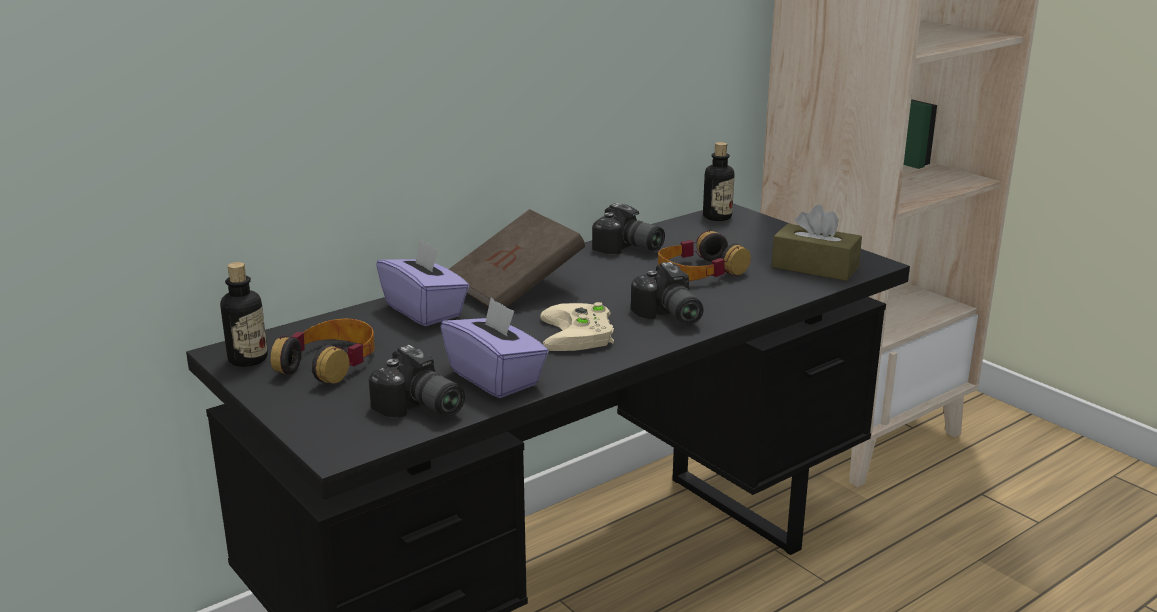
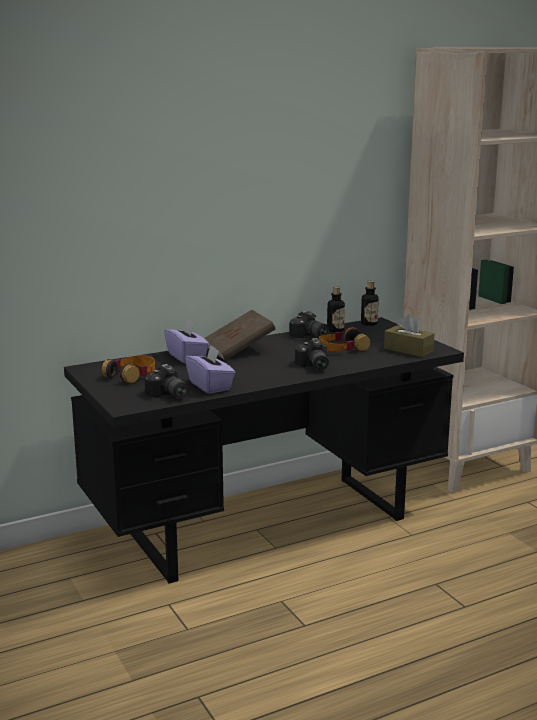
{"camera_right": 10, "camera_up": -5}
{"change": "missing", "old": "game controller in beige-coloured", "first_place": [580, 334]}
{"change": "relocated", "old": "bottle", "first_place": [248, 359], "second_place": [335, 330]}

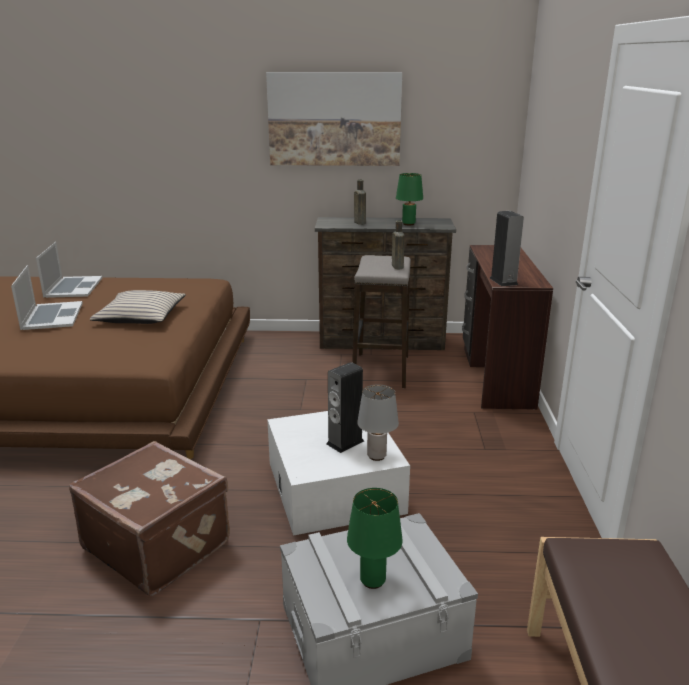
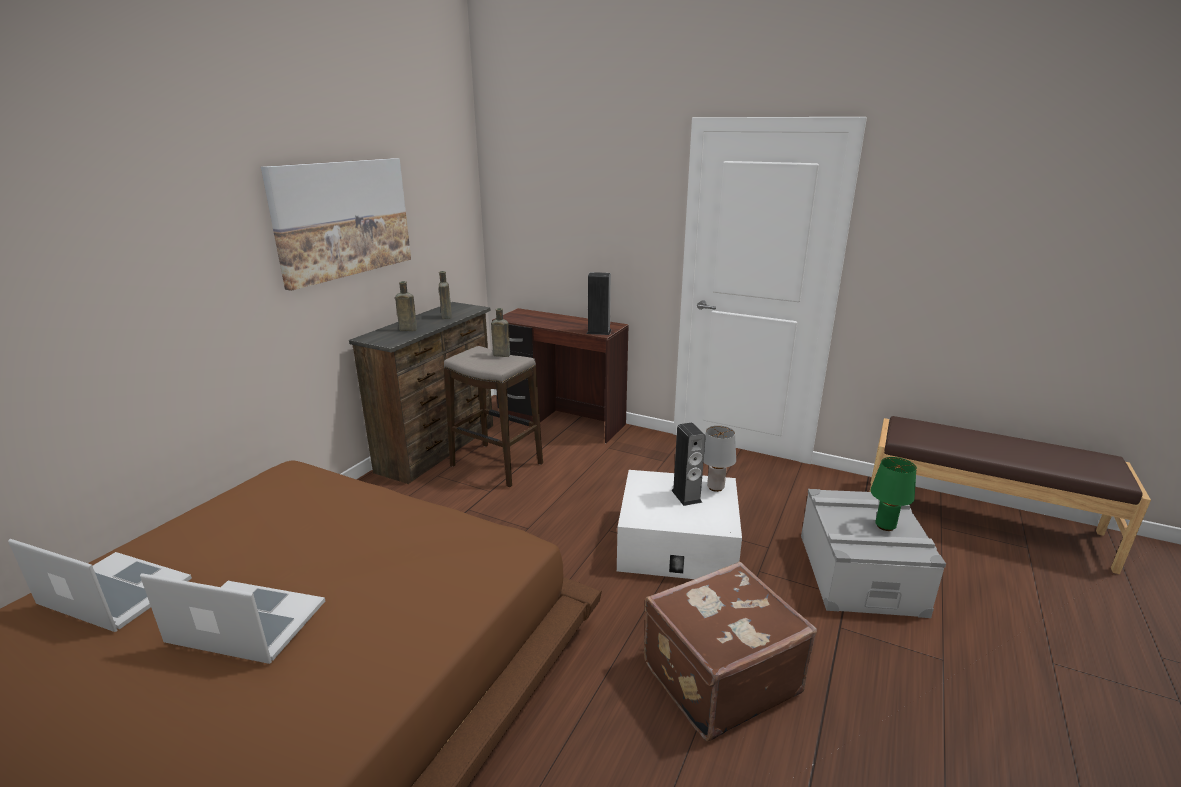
{"camera_right": -65, "camera_up": 0}
{"change": "missing", "old": "cushion in beige-coloured", "first_place": [140, 317]}
{"change": "exchanged", "old": "lamp for a table in greenish", "new": "bottle in brownish", "first_place": [408, 224], "second_place": [446, 316]}

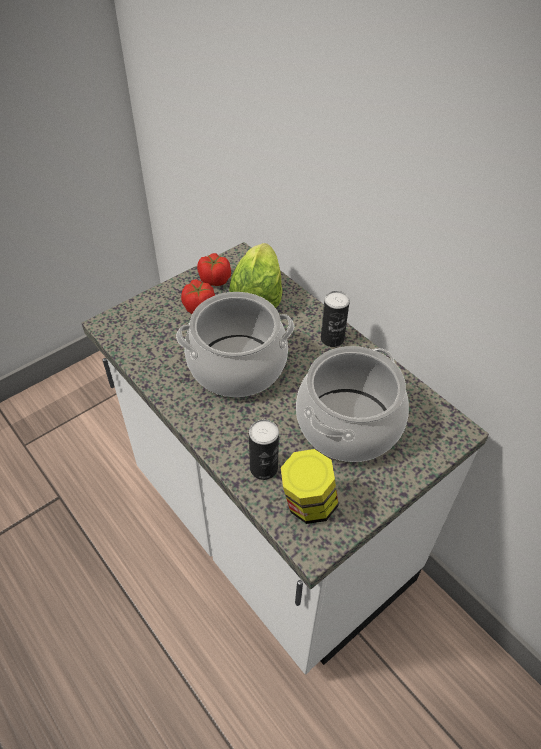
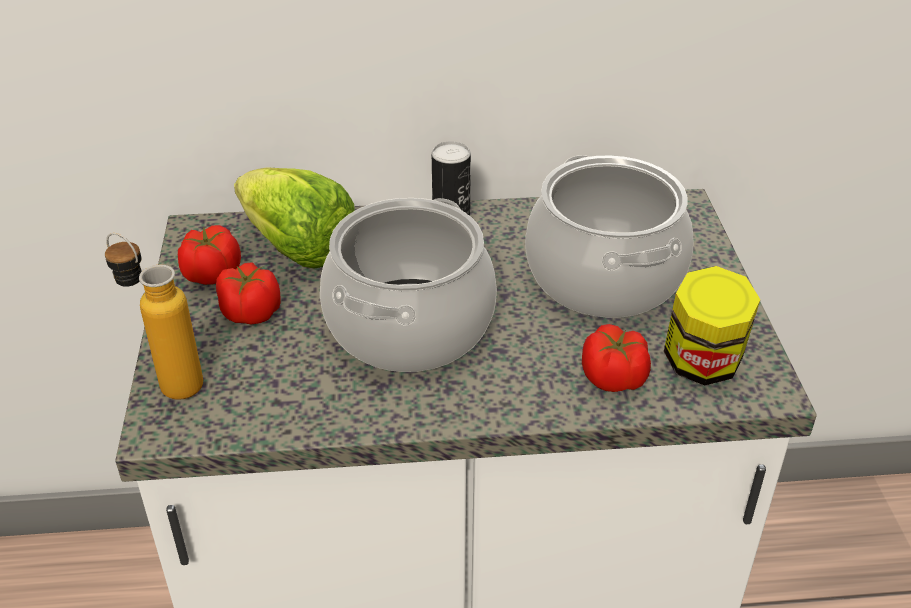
{"camera_right": -55, "camera_up": -10}
{"change": "appeared", "new": "bottle", "second_place": [168, 380]}
{"change": "exchanged", "old": "metal can", "new": "fresh tomato", "first_place": [263, 468], "second_place": [614, 379]}

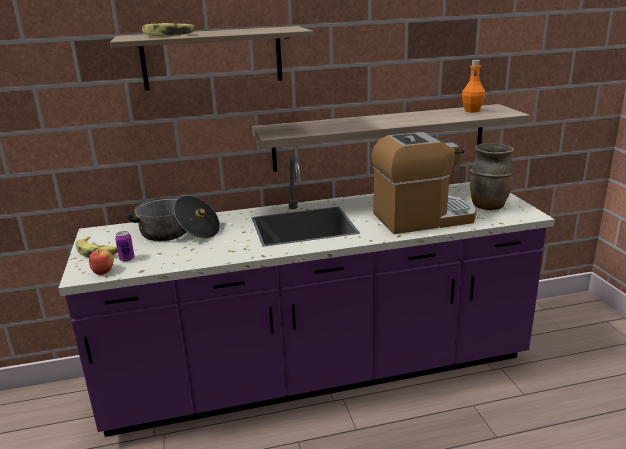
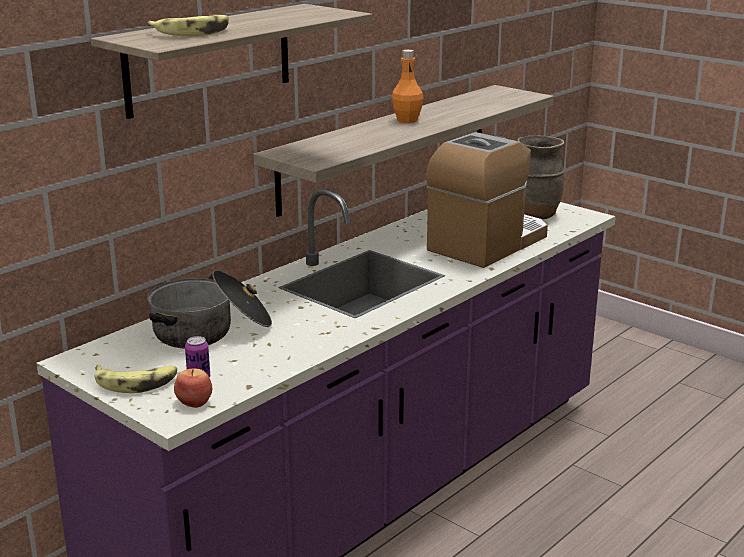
{"camera_right": -35, "camera_up": 0}
{"change": "relocated", "old": "bottle in orange-coloured", "first_place": [472, 111], "second_place": [407, 120]}

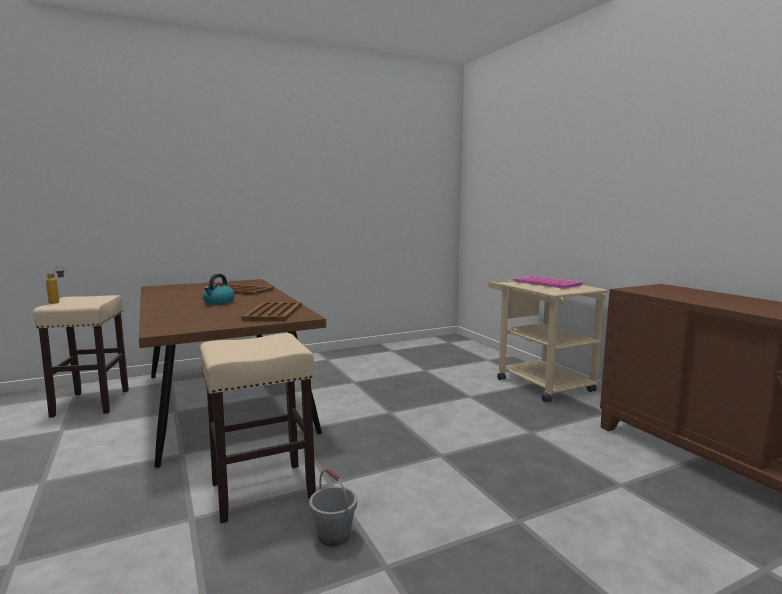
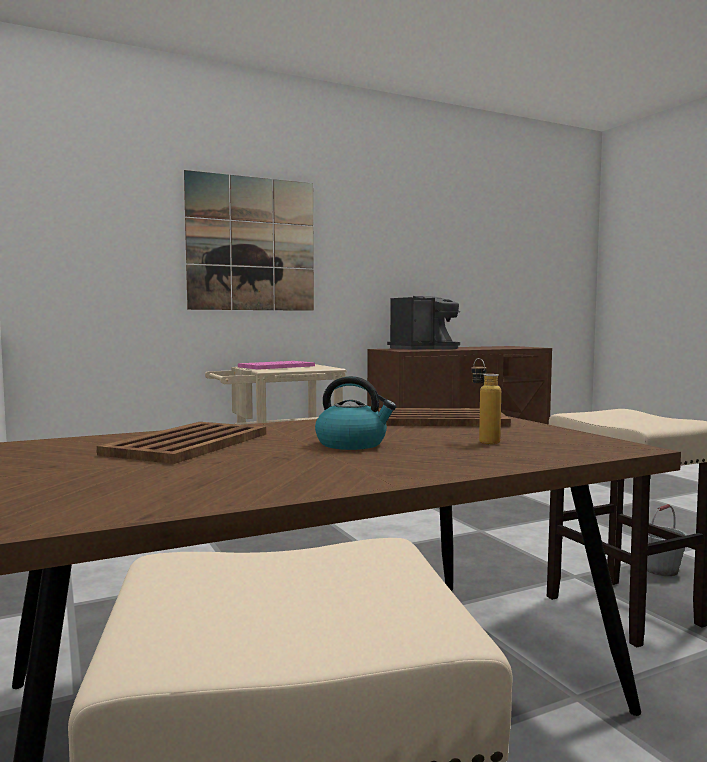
{"camera_right": -90, "camera_up": -5}
{"change": "appeared", "new": "wall art", "second_place": [251, 244]}
{"change": "appeared", "new": "coffee brewer", "second_place": [425, 348]}
{"change": "relocated", "old": "bottle", "first_place": [58, 302], "second_place": [484, 441]}

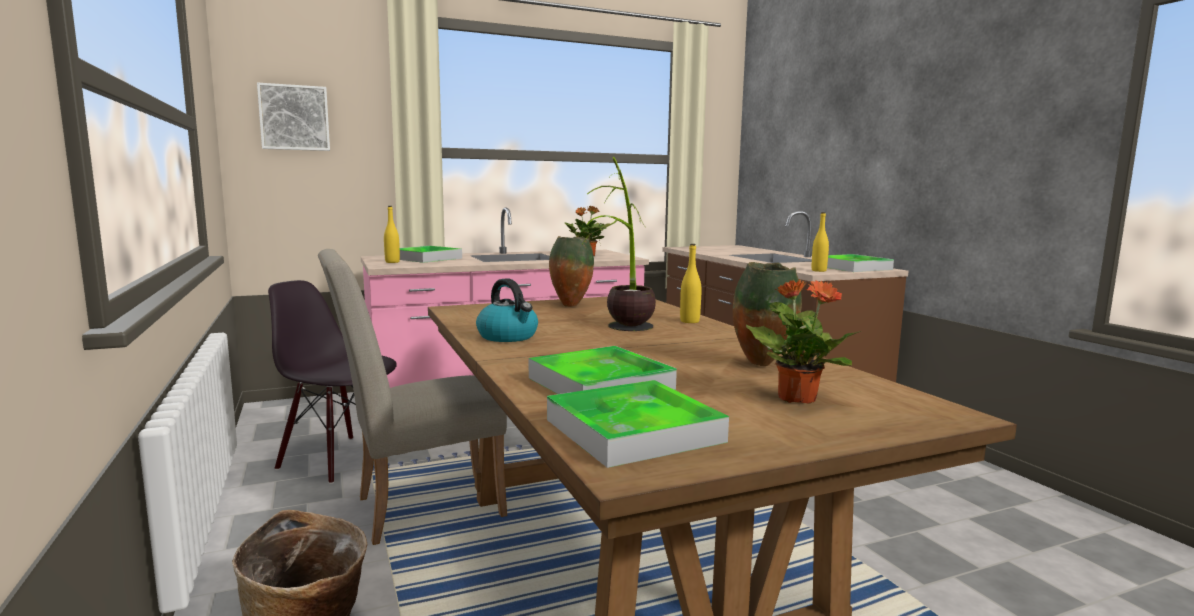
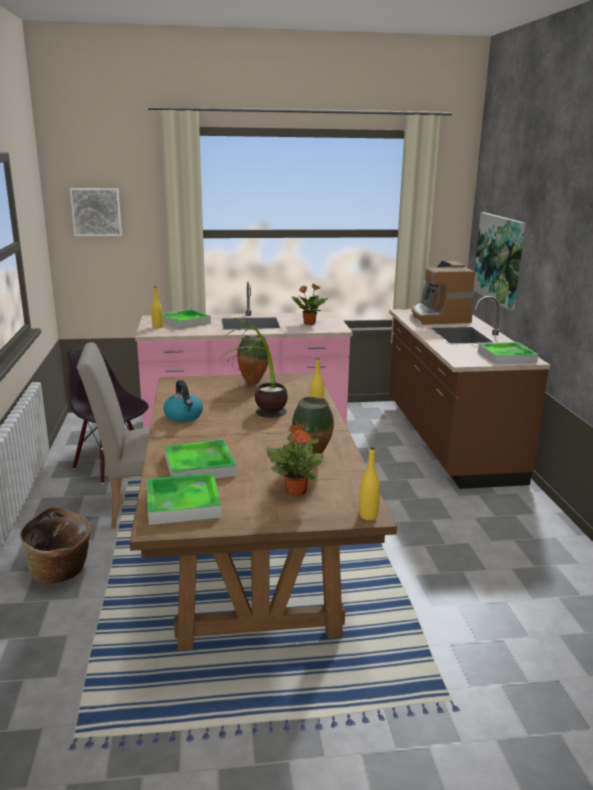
{"camera_right": 15, "camera_up": 10}
{"change": "appeared", "new": "coffee brewer", "second_place": [437, 317]}
{"change": "appeared", "new": "wall art", "second_place": [499, 259]}
{"change": "relocated", "old": "bottle in yellow", "first_place": [818, 270], "second_place": [368, 516]}

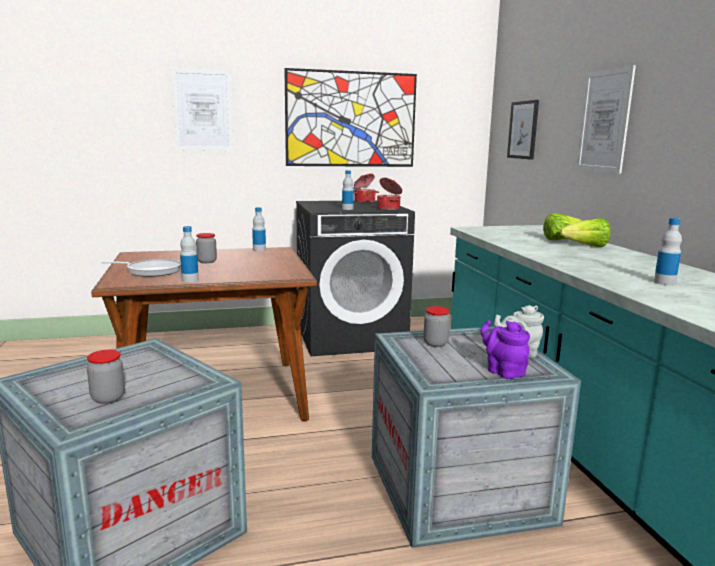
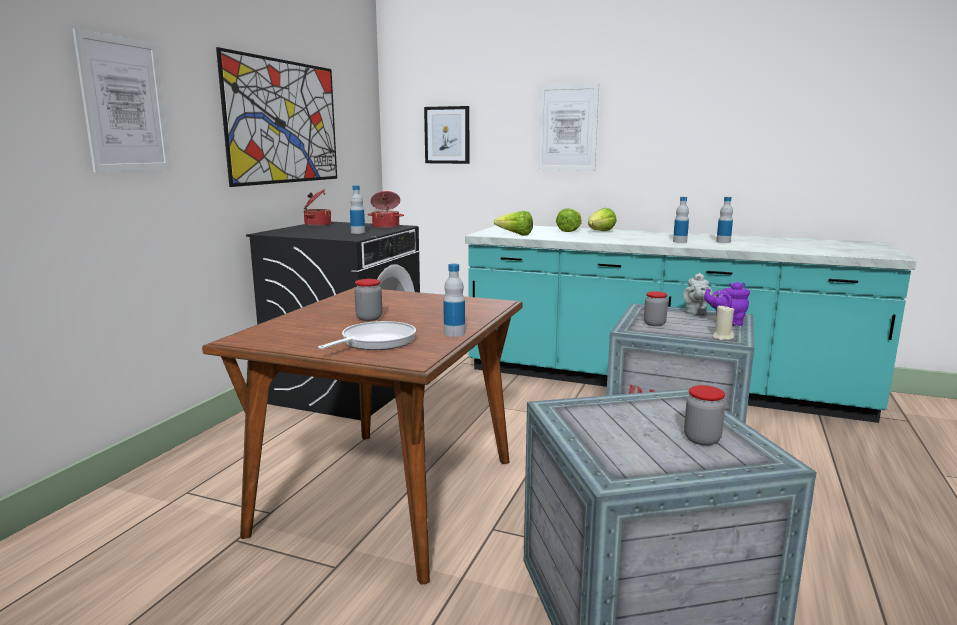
{"camera_right": -55, "camera_up": 0}
{"change": "appeared", "new": "lettuce", "second_place": [515, 235]}
{"change": "appeared", "new": "wax light in beige-coloured", "second_place": [722, 337]}
{"change": "relocated", "old": "bottle", "first_place": [259, 250], "second_place": [680, 242]}

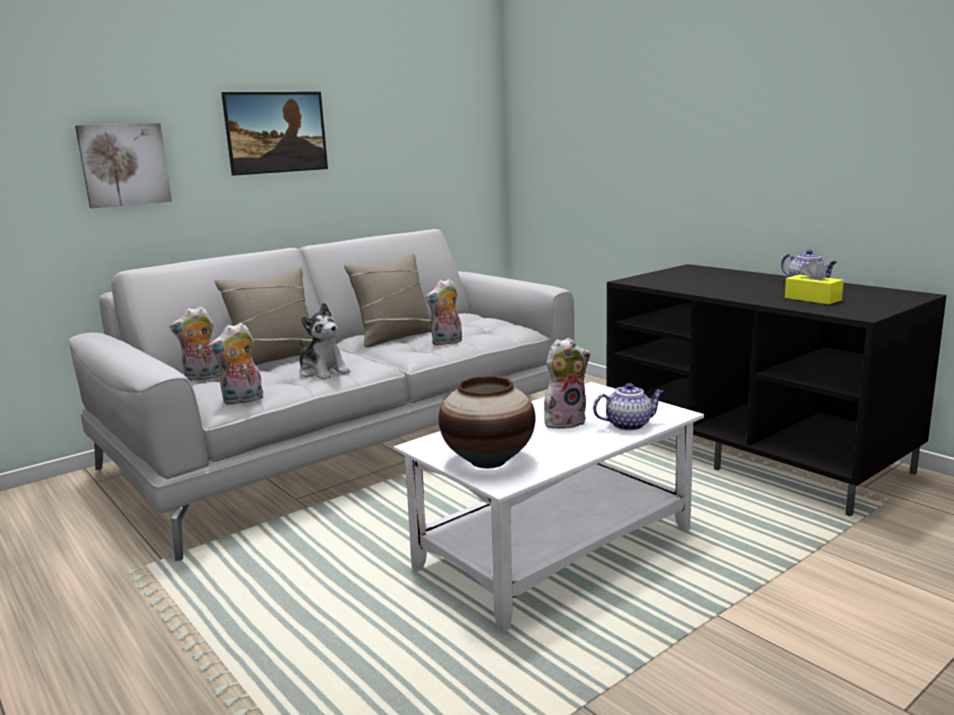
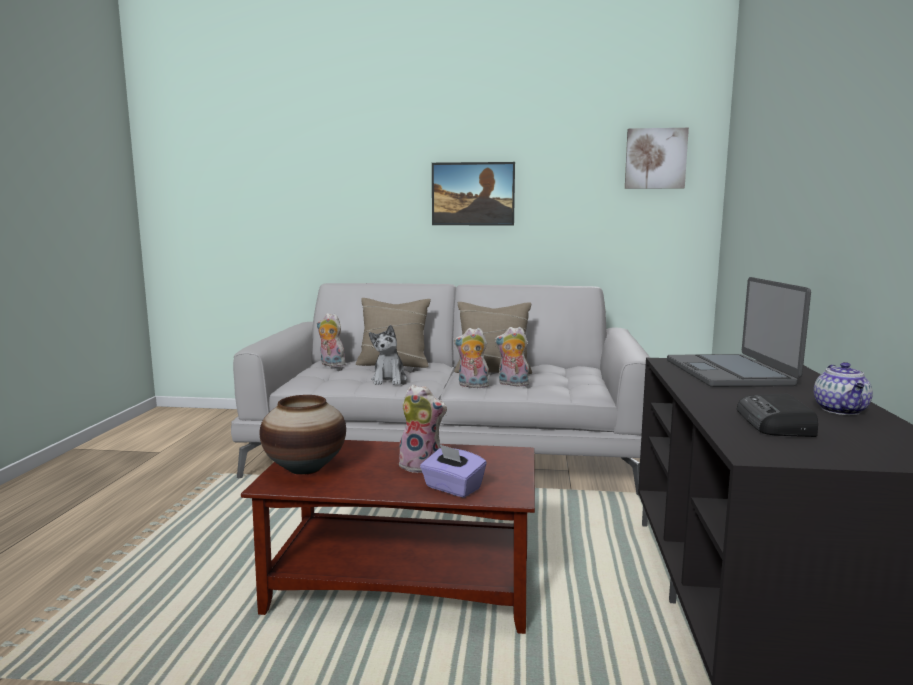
{"camera_right": 45, "camera_up": -5}
{"change": "appeared", "new": "laptop", "second_place": [730, 373]}
{"change": "relocated", "old": "wall art", "first_place": [124, 165], "second_place": [655, 158]}
{"change": "relocated", "old": "plush toy", "first_place": [242, 400], "second_place": [472, 386]}
{"change": "exchanged", "old": "tea pot", "new": "tissue box in purple-coloured", "first_place": [629, 424], "second_place": [452, 488]}
{"change": "exchanged", "old": "tissue box in yellow", "new": "radio set", "first_place": [812, 299], "second_place": [776, 424]}
{"change": "colour", "old": "lounge table in white", "new": "lounge table in brownish", "first_place": [556, 548], "second_place": [405, 584]}

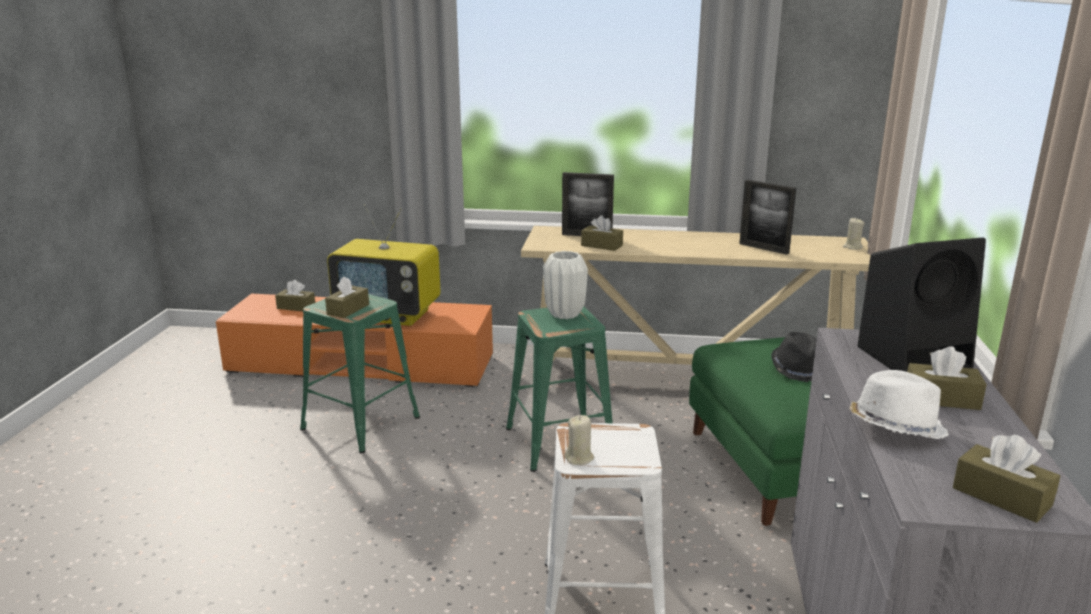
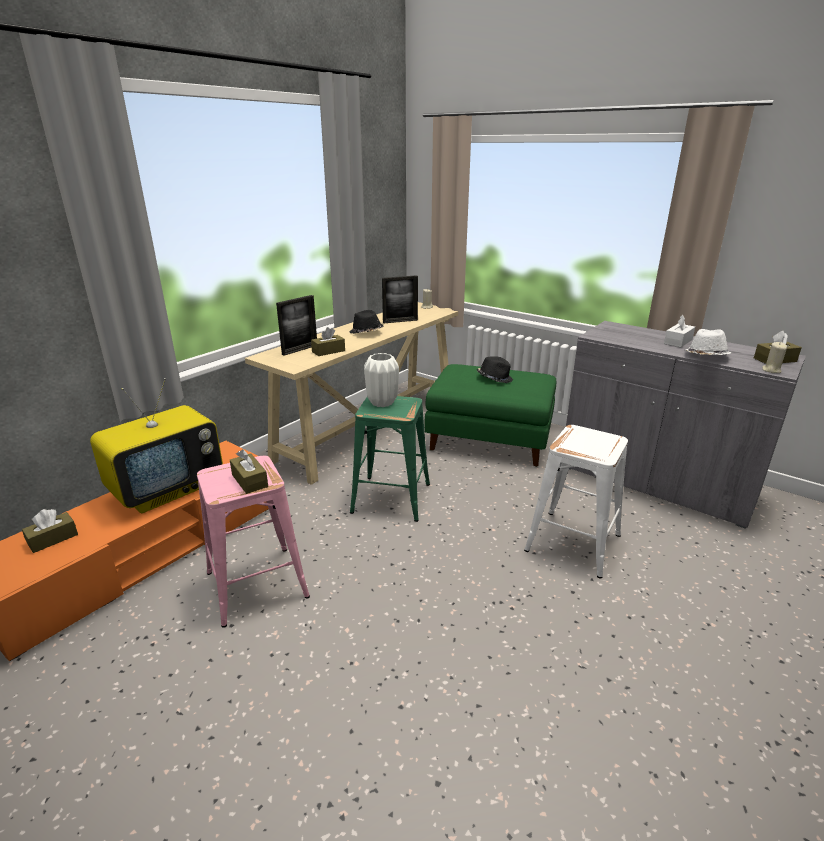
{"camera_right": -60, "camera_up": 5}
{"change": "missing", "old": "audio speaker in blackish", "first_place": [915, 357]}
{"change": "appeared", "new": "wearable hat in blackish", "second_place": [366, 332]}
{"change": "relocated", "old": "wax light in beige-coloured", "first_place": [579, 458], "second_place": [771, 370]}
{"change": "colour", "old": "stool seat in greenish", "new": "stool seat in pink-coloured", "first_place": [361, 422], "second_place": [256, 583]}
{"change": "colour", "old": "tissue box in brownish", "new": "tissue box in white", "first_place": [941, 399], "second_place": [678, 341]}

